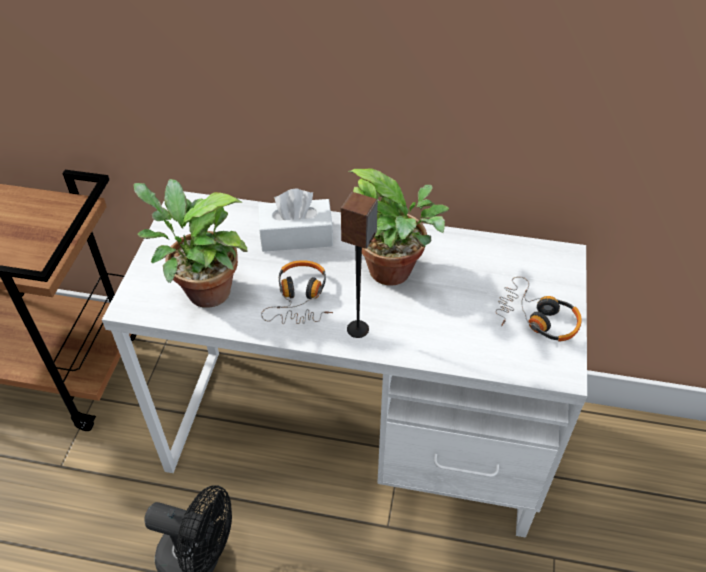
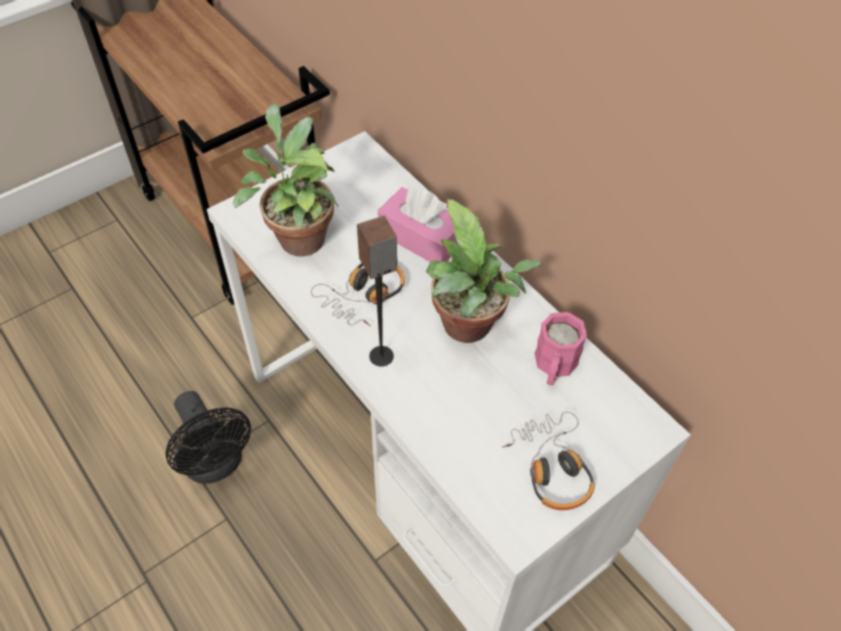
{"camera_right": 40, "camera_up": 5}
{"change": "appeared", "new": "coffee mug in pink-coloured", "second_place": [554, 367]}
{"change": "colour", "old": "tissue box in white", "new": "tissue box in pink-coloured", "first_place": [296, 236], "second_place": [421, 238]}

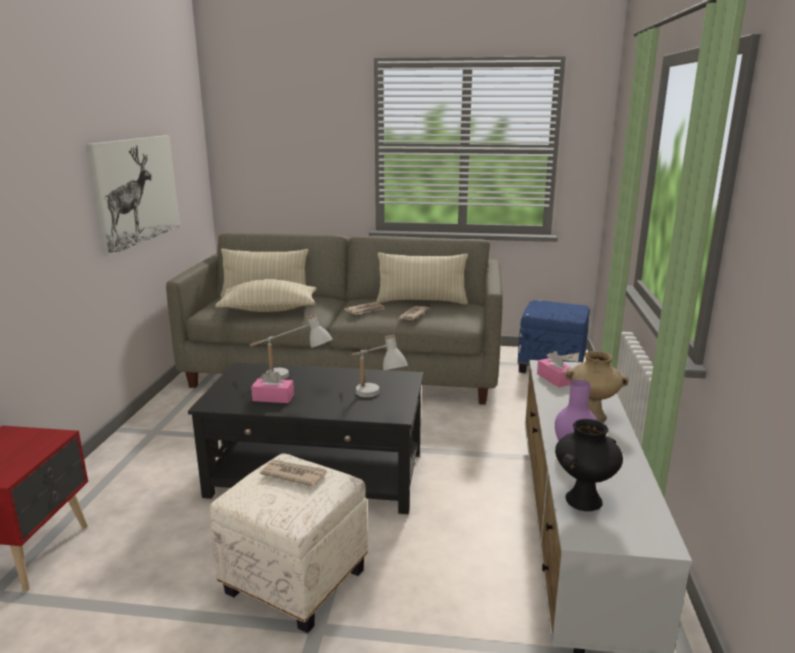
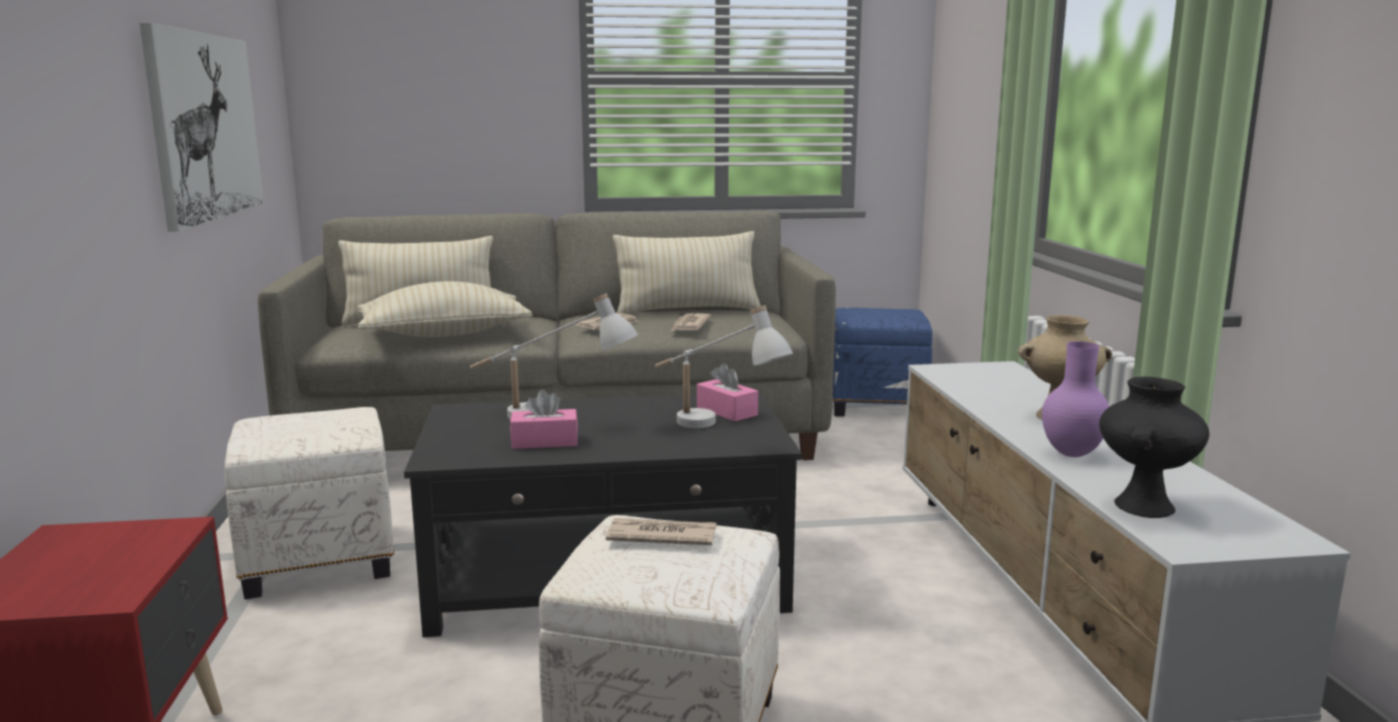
{"camera_right": -15, "camera_up": -5}
{"change": "appeared", "new": "ottoman in white", "second_place": [321, 560]}
{"change": "relocated", "old": "tissue box in pink-coloured", "first_place": [555, 379], "second_place": [727, 411]}

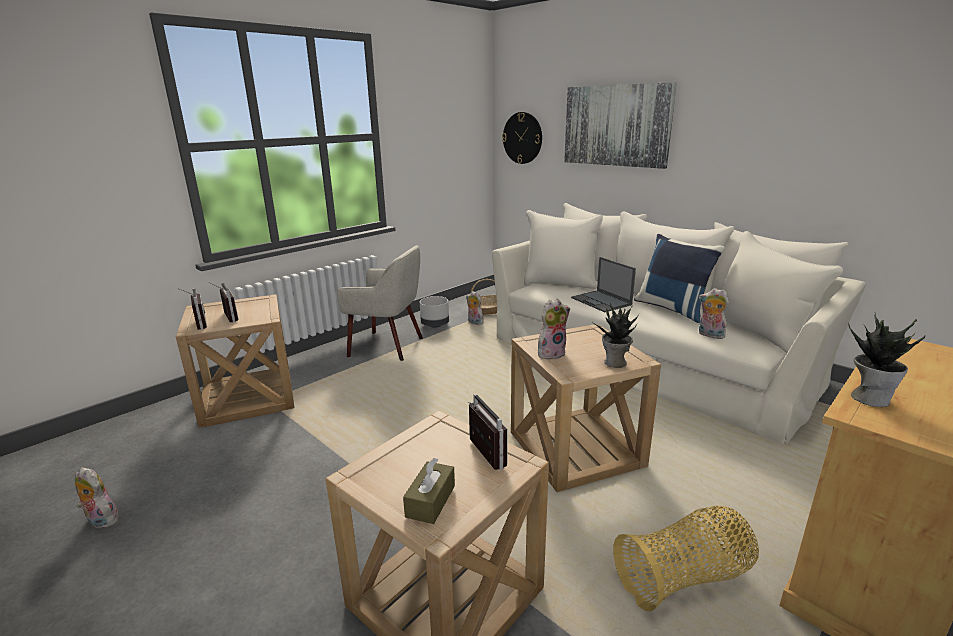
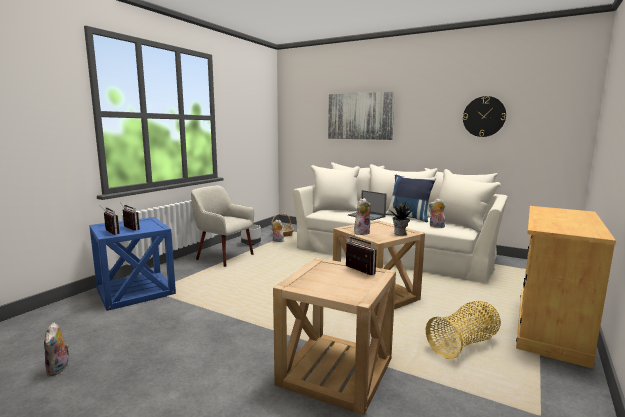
{"camera_right": -15, "camera_up": -10}
{"change": "missing", "old": "tissue box in brownish", "first_place": [430, 501]}
{"change": "missing", "old": "potted plant", "first_place": [869, 398]}
{"change": "relocated", "old": "wall clock", "first_place": [522, 138], "second_place": [484, 116]}
{"change": "colour", "old": "side table in beige-coloured", "new": "side table in blue-coloured", "first_place": [248, 397], "second_place": [135, 291]}
{"change": "spun", "old": "plush toy", "first_place": [100, 520], "second_place": [59, 369], "degrees": -120}
{"change": "spun", "old": "lounge chair in beige-coloured", "first_place": [387, 346], "second_place": [224, 257], "degrees": -150}

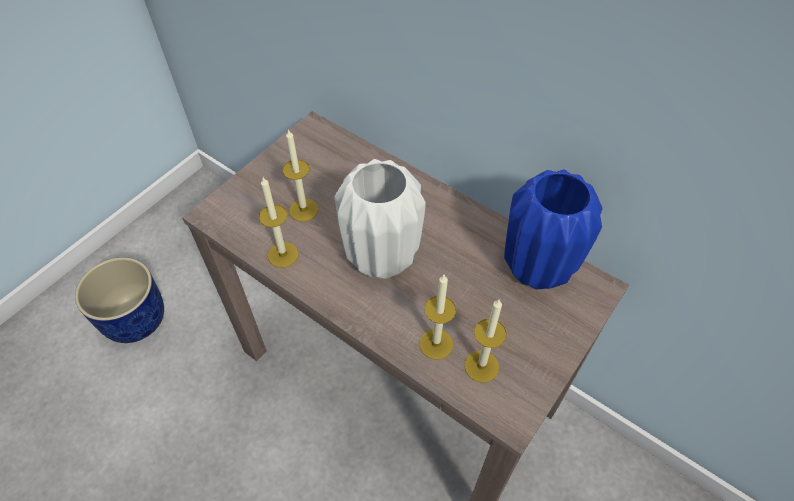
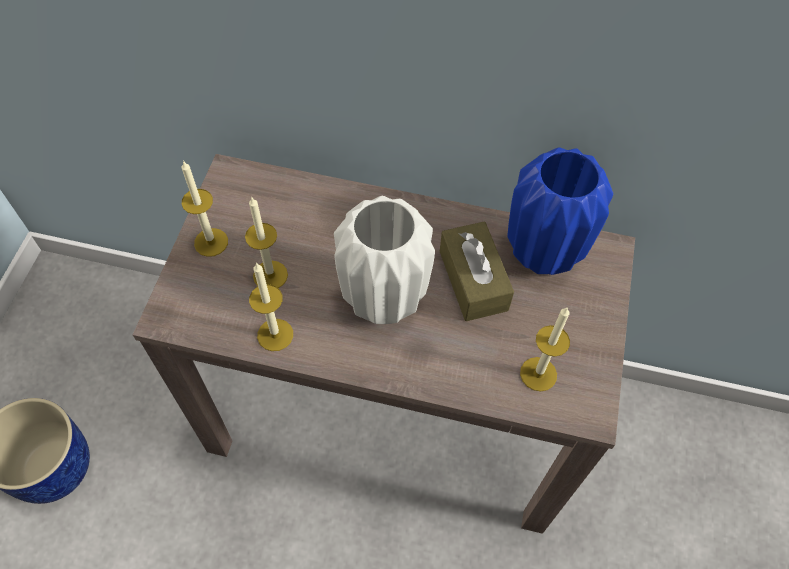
{"camera_right": -25, "camera_up": 5}
{"change": "appeared", "new": "tissue box in brownish", "second_place": [473, 280]}
{"change": "relocated", "old": "wax light", "first_place": [436, 344], "second_place": [211, 242]}

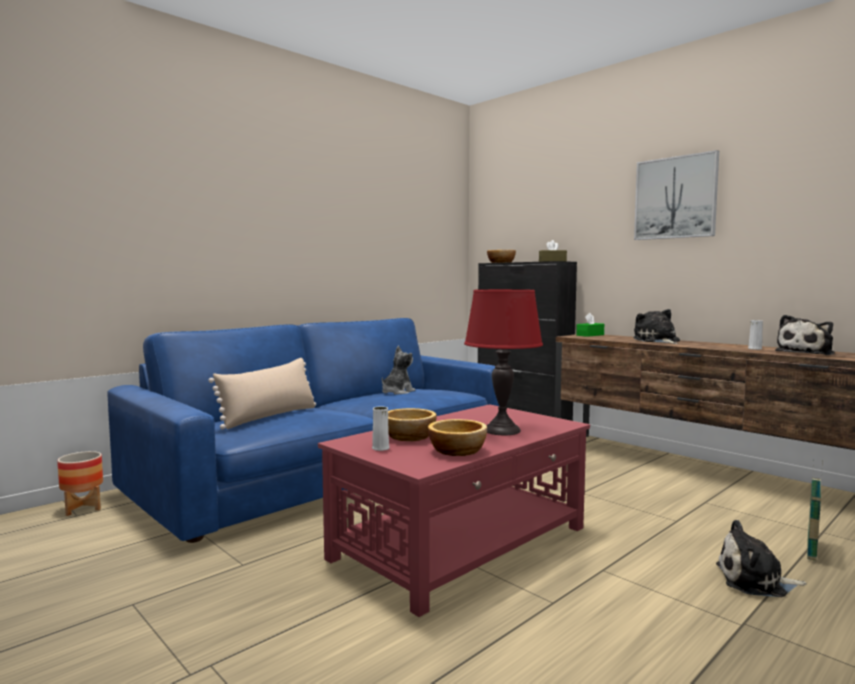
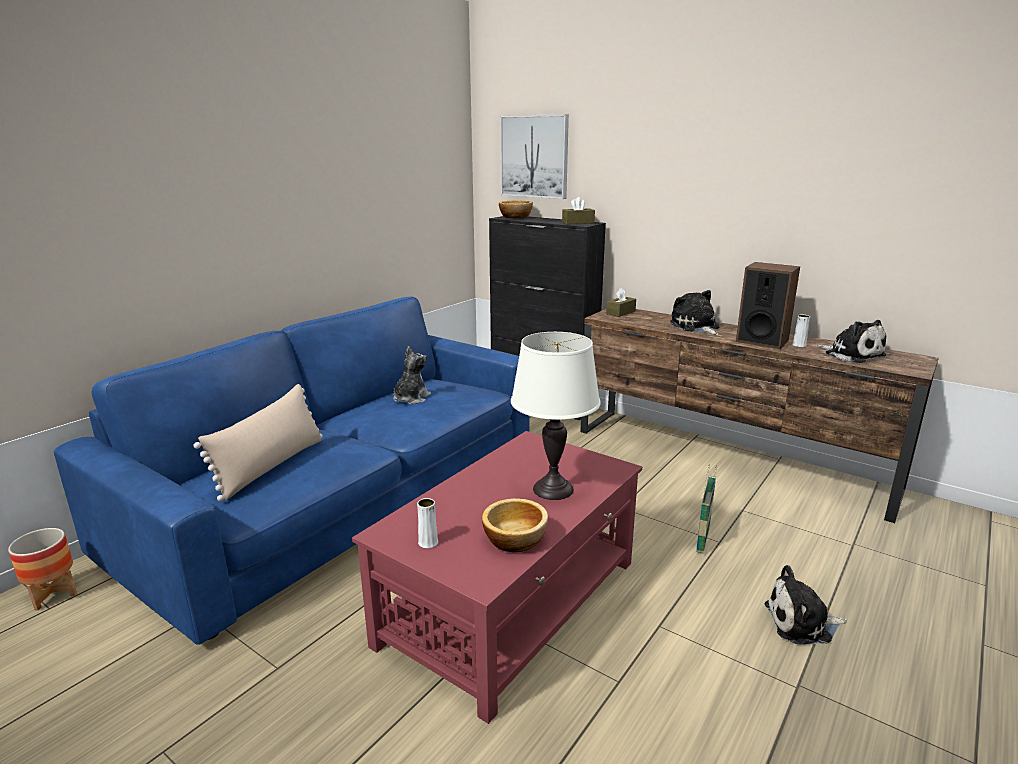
{"camera_right": -10, "camera_up": 15}
{"change": "missing", "old": "deep dish", "first_place": [410, 437]}
{"change": "appeared", "new": "audio speaker", "second_place": [762, 341]}
{"change": "relocated", "old": "wall art", "first_place": [675, 198], "second_place": [534, 156]}
{"change": "relocated", "old": "household basket", "first_place": [811, 550], "second_place": [703, 540]}
{"change": "colour", "old": "lamp for a table in reddish", "new": "lamp for a table in white", "first_place": [502, 430], "second_place": [553, 489]}
{"change": "colour", "old": "tissue box in greenish", "new": "tissue box in brownish", "first_place": [590, 335], "second_place": [620, 312]}
{"change": "spun", "old": "plush toy", "first_place": [807, 353], "second_place": [851, 354], "degrees": -75}

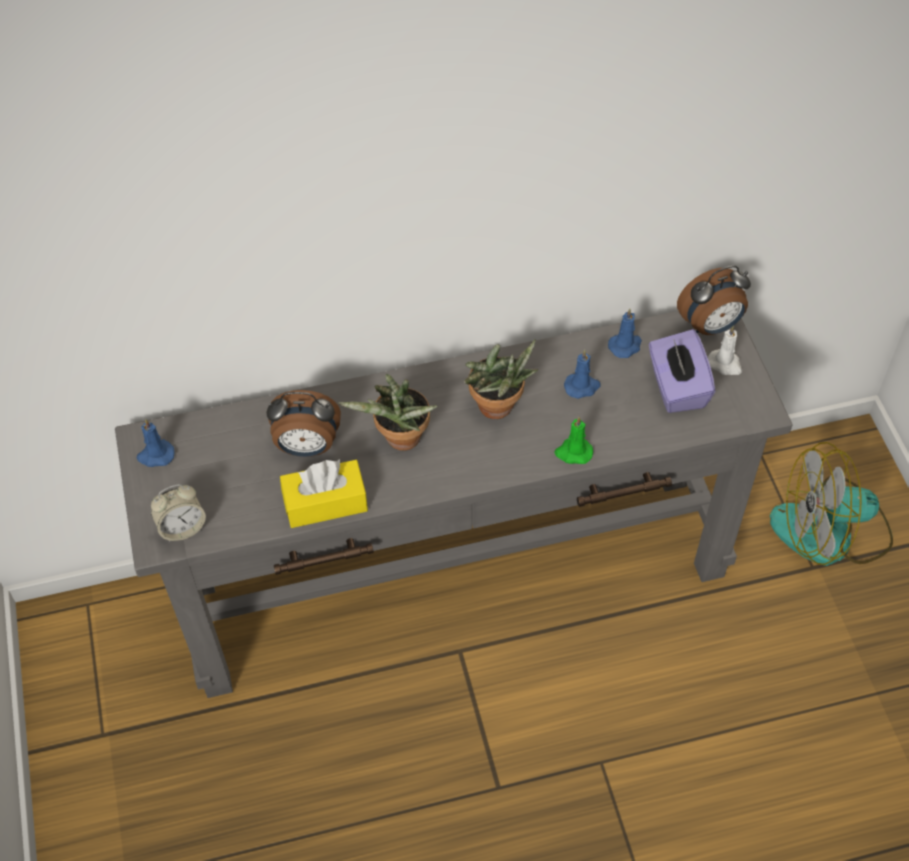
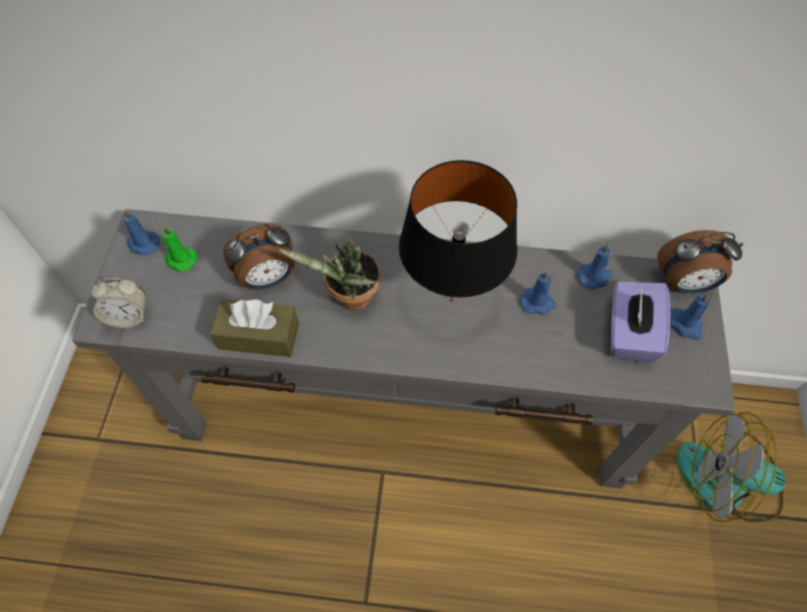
{"camera_right": 20, "camera_up": 5}
{"change": "relocated", "old": "wax light in greenish", "first_place": [573, 452], "second_place": [180, 259]}
{"change": "exchanged", "old": "potted plant", "new": "lamp for a table in blackish", "first_place": [498, 410], "second_place": [451, 300]}
{"change": "colour", "old": "tissue box in yellow", "new": "tissue box in brownish", "first_place": [325, 503], "second_place": [258, 335]}
{"change": "colour", "old": "wax light in white", "new": "wax light in blue-coloured", "first_place": [725, 364], "second_place": [686, 325]}
{"change": "spun", "old": "alarm clock", "first_place": [307, 447], "second_place": [268, 278], "degrees": -45}

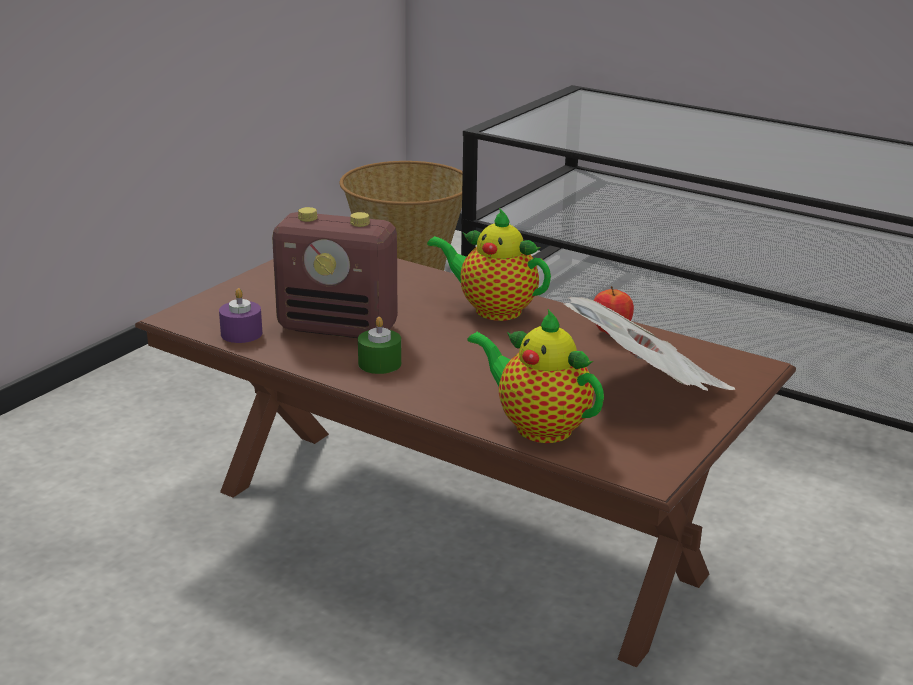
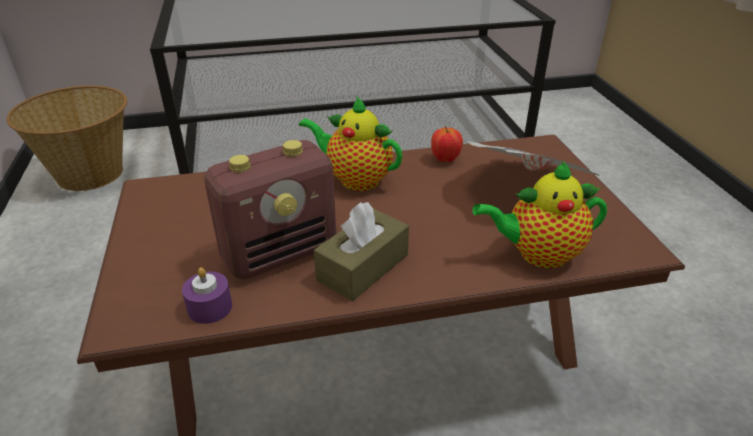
{"camera_right": -45, "camera_up": 10}
{"change": "exchanged", "old": "wax light in greenish", "new": "tissue box in brownish", "first_place": [379, 363], "second_place": [363, 267]}
{"change": "spun", "old": "tea pot", "first_place": [492, 310], "second_place": [355, 179], "degrees": 45}

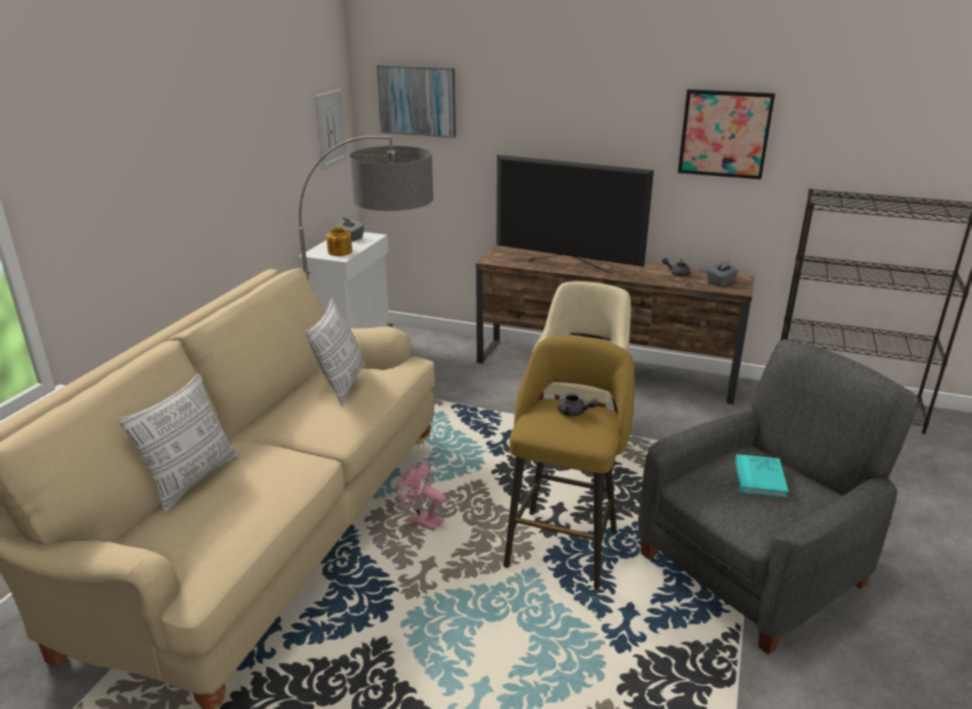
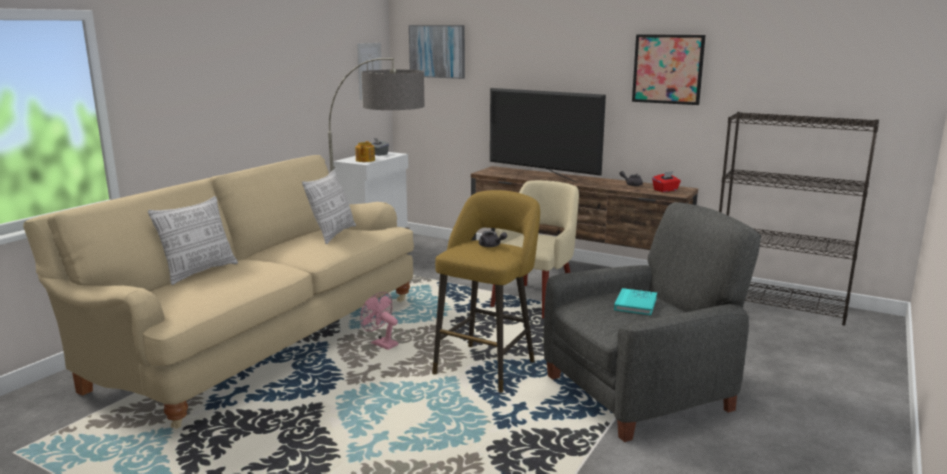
{"camera_right": 10, "camera_up": -10}
{"change": "colour", "old": "tissue box in greyish", "new": "tissue box in reddish", "first_place": [721, 282], "second_place": [665, 190]}

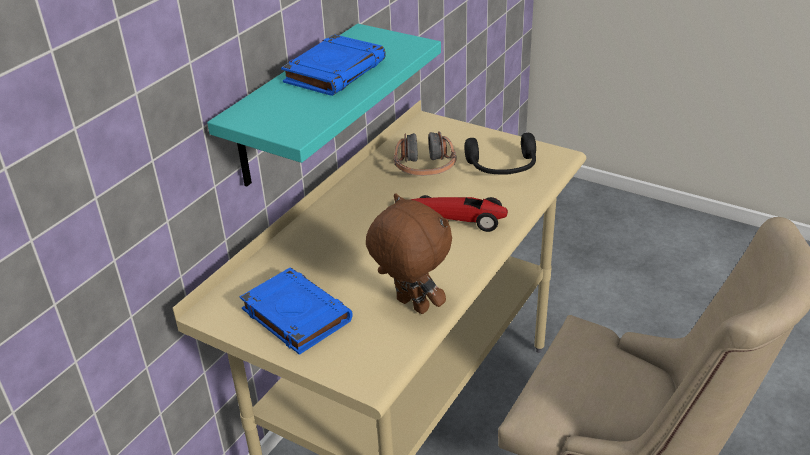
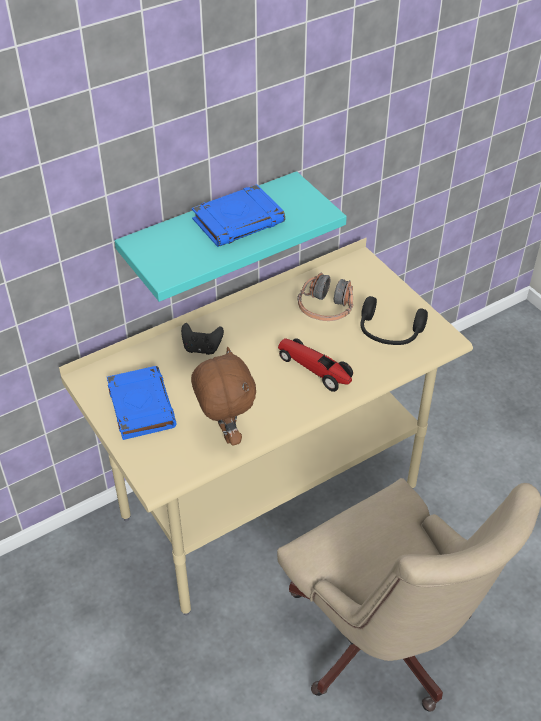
{"camera_right": 25, "camera_up": 10}
{"change": "appeared", "new": "game controller in blackish", "second_place": [202, 348]}

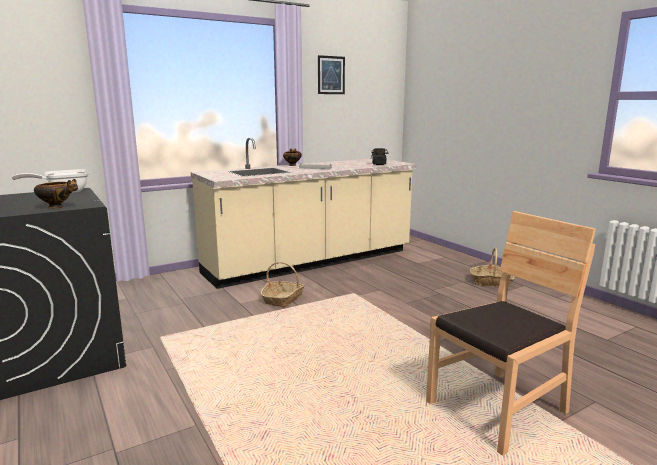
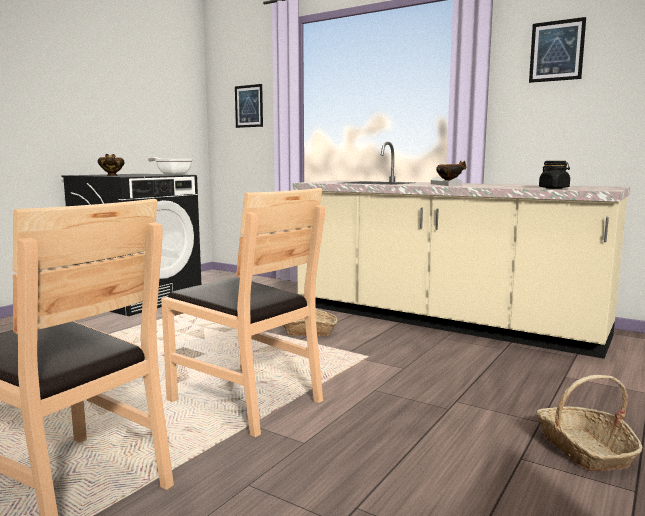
{"camera_right": 65, "camera_up": -5}
{"change": "appeared", "new": "chair in brownish", "second_place": [246, 400]}
{"change": "appeared", "new": "wall art", "second_place": [249, 106]}

